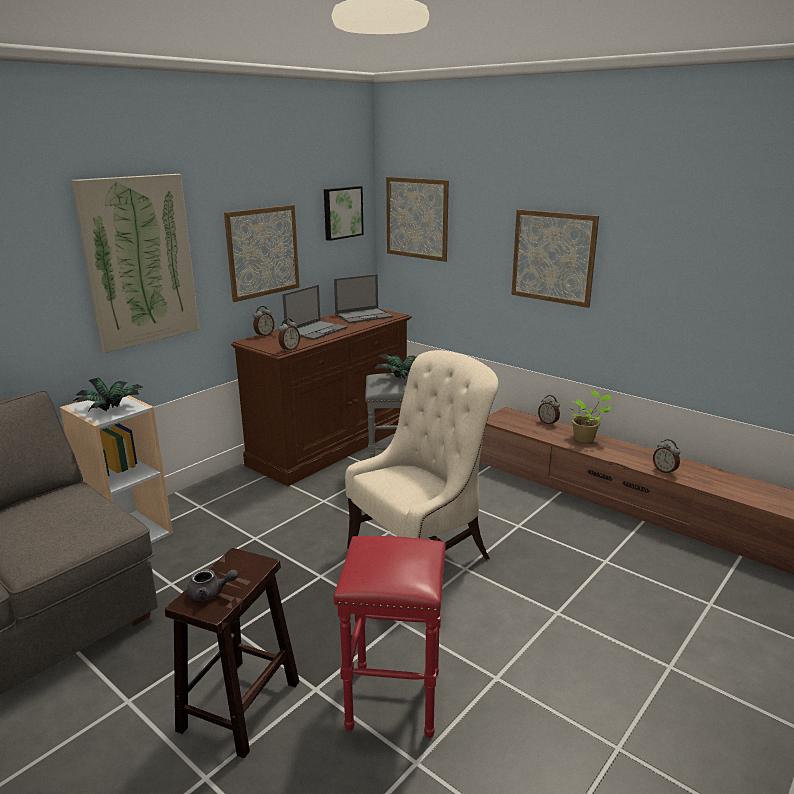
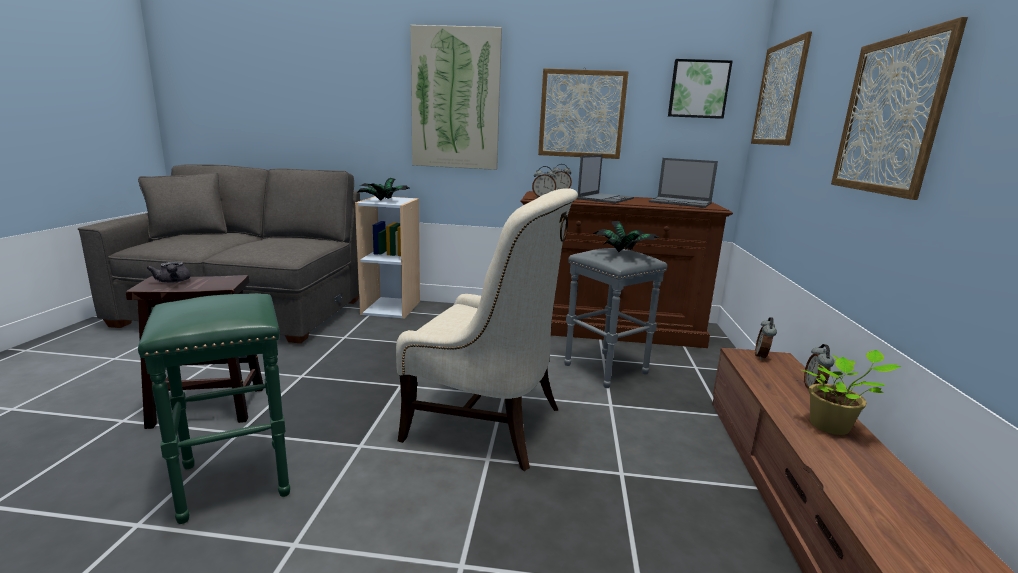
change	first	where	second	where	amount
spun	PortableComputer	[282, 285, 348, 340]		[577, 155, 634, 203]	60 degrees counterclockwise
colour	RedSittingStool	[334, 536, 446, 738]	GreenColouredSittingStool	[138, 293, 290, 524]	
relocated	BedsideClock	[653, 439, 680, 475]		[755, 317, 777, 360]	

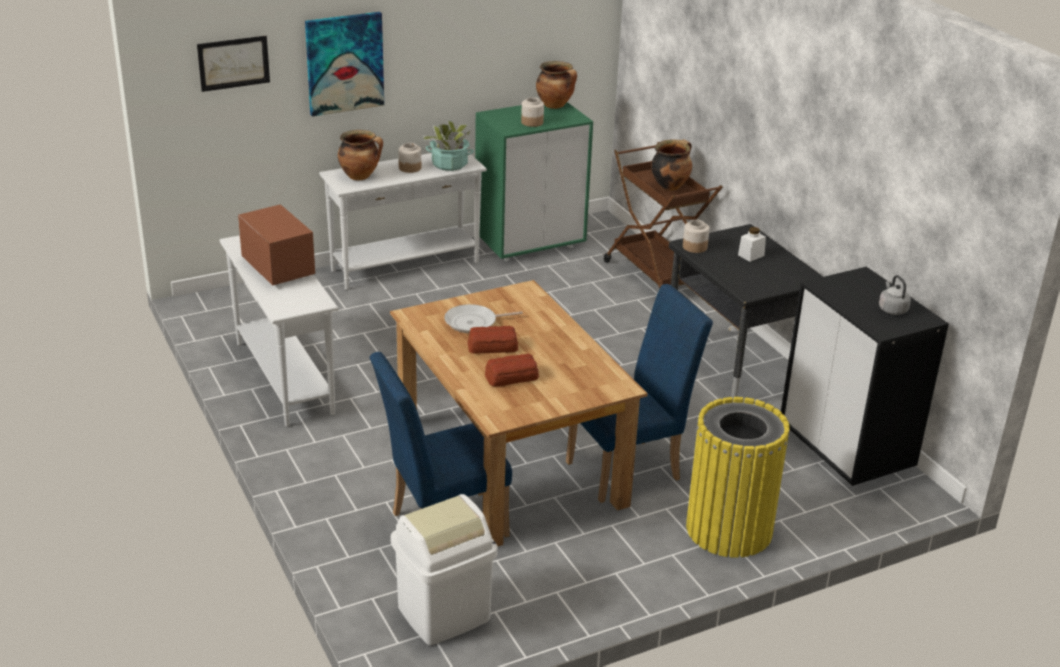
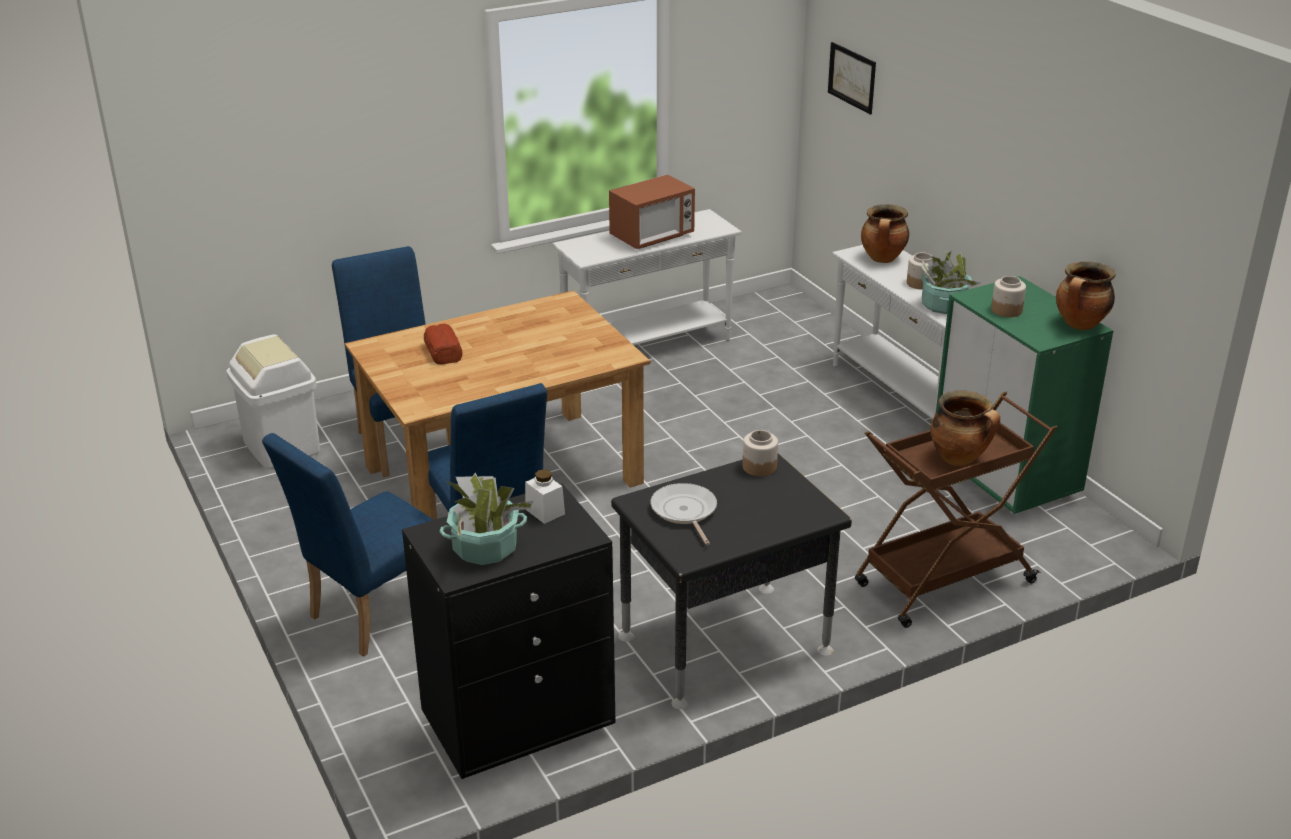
change	first	where	second	where	amount
missing	WallPicture	[305, 12, 384, 117]			
relocated	FryingPan	[444, 304, 523, 333]		[650, 483, 717, 545]	
missing	Bread	[468, 326, 518, 354]			
exchanged	YellowColouredTrashCan	[686, 397, 790, 558]	BlueColouredChair	[262, 433, 433, 657]	
relocated	WhiteStorageJar	[738, 227, 766, 262]		[525, 469, 565, 524]	
exchanged	GreyishWaterKettle	[879, 275, 911, 315]	PlantInAPot	[440, 473, 534, 565]	

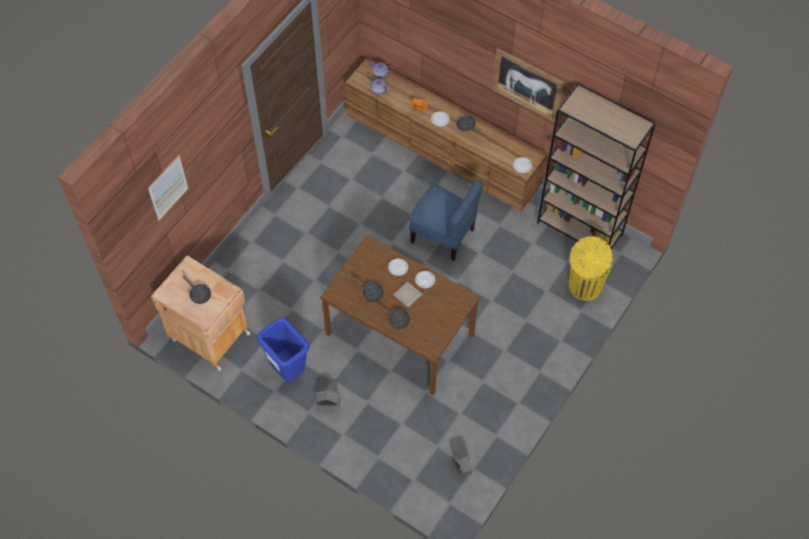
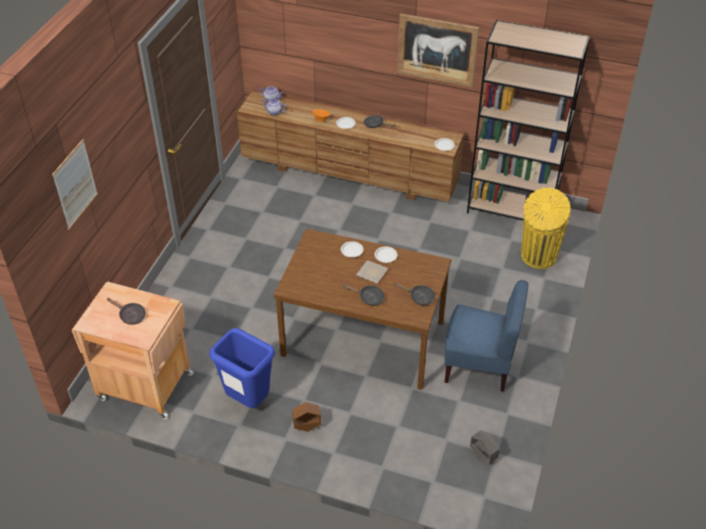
change	first	where	second	where	amount
colour	GreyishFlowerPot	[316, 390, 340, 410]	BrownishFlowerPot	[292, 402, 321, 432]	
relocated	BlackFryingPan	[352, 276, 384, 302]		[394, 282, 435, 306]	
relocated	BlueColouredChair	[409, 180, 483, 261]		[445, 280, 528, 392]	

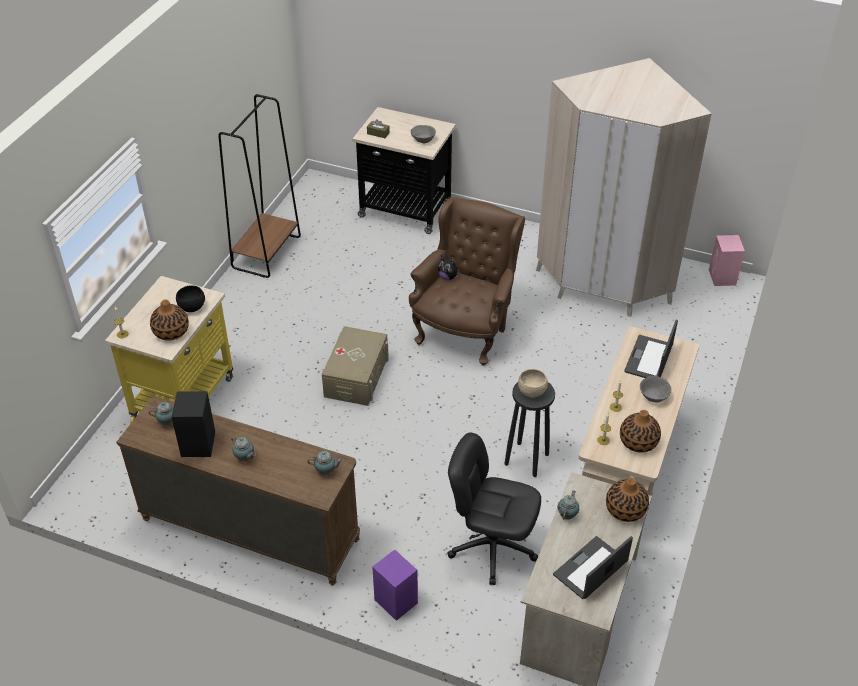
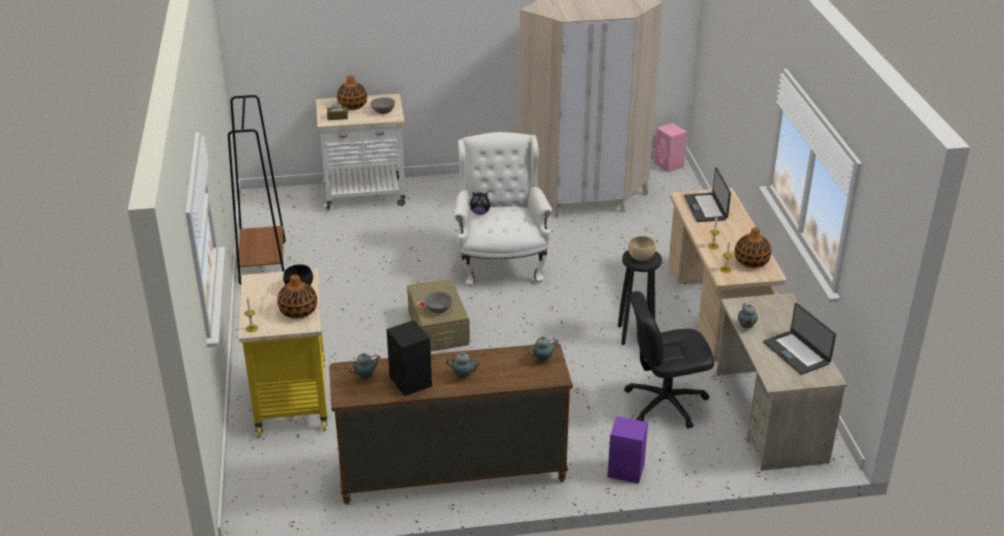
change	first	where	second	where	amount
colour	BlackWheeledCart	[353, 107, 456, 234]	WhiteWheeledCart	[316, 94, 405, 212]	
colour	BrownishEasyChair	[409, 198, 525, 366]	WhiteEasyChair	[454, 132, 552, 287]	
spun	PortableComputer	[553, 536, 633, 599]		[763, 303, 836, 375]	45 degrees counterclockwise
relocated	FlowerVase	[606, 478, 649, 522]		[337, 75, 367, 110]	
relocated	GreyishBowl	[640, 376, 672, 402]		[424, 292, 452, 313]	

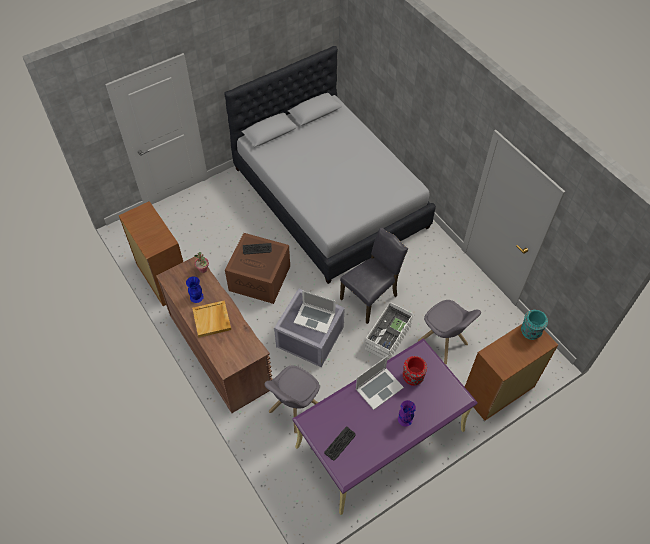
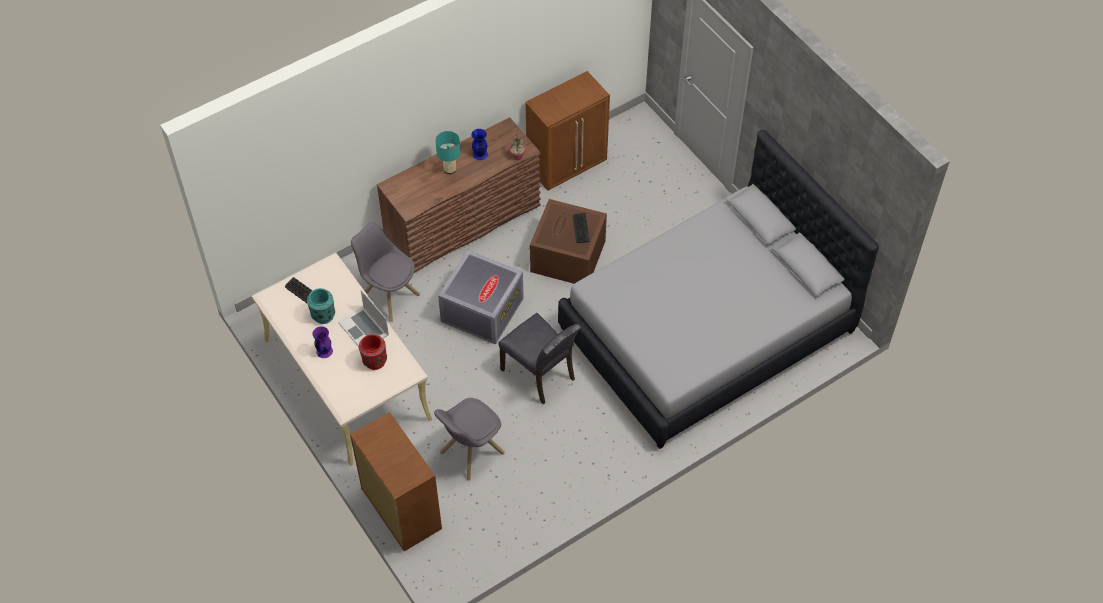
change	first	where	second	where	amount
exchanged	BeigeColouredServingTray	[192, 300, 231, 338]	BlueGreenTableLamp	[436, 131, 460, 174]	
colour	PurpleColouredDeskTable	[292, 339, 478, 515]	BeigeColouredDeskTable	[252, 253, 432, 466]	
missing	PortableComputer	[294, 290, 336, 334]			
missing	WhiteStorageBox	[365, 302, 413, 360]			
relocated	BlueGreenFlowerVase	[521, 310, 548, 340]		[307, 288, 335, 324]	

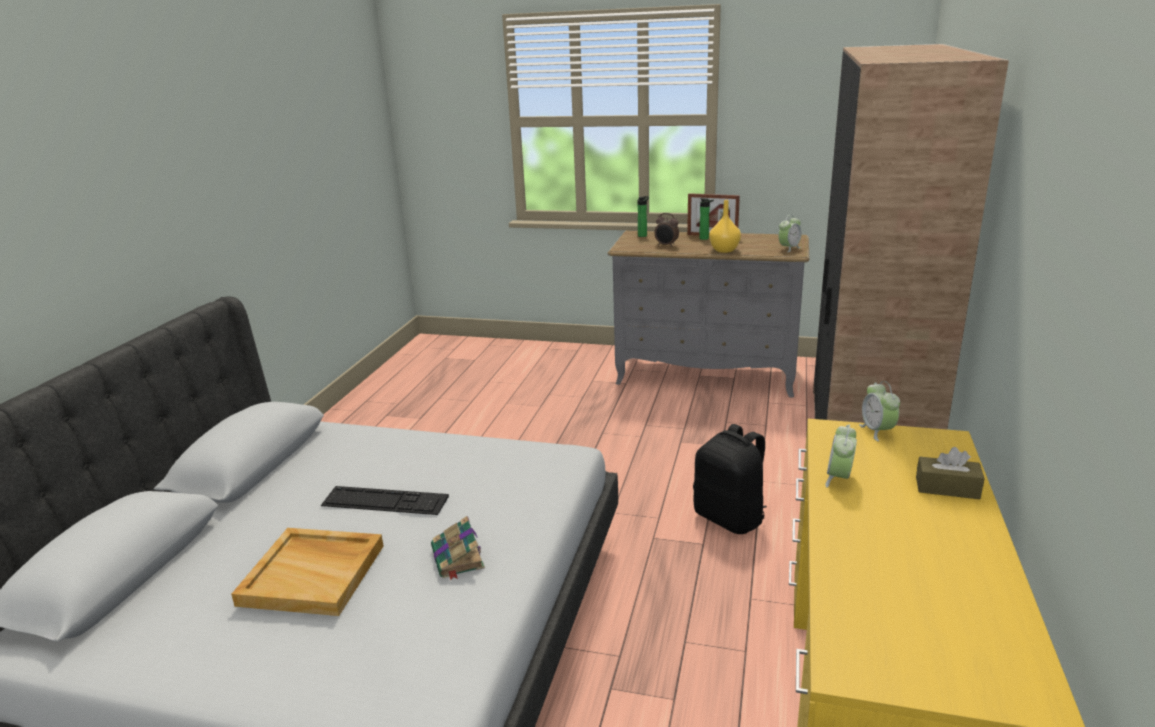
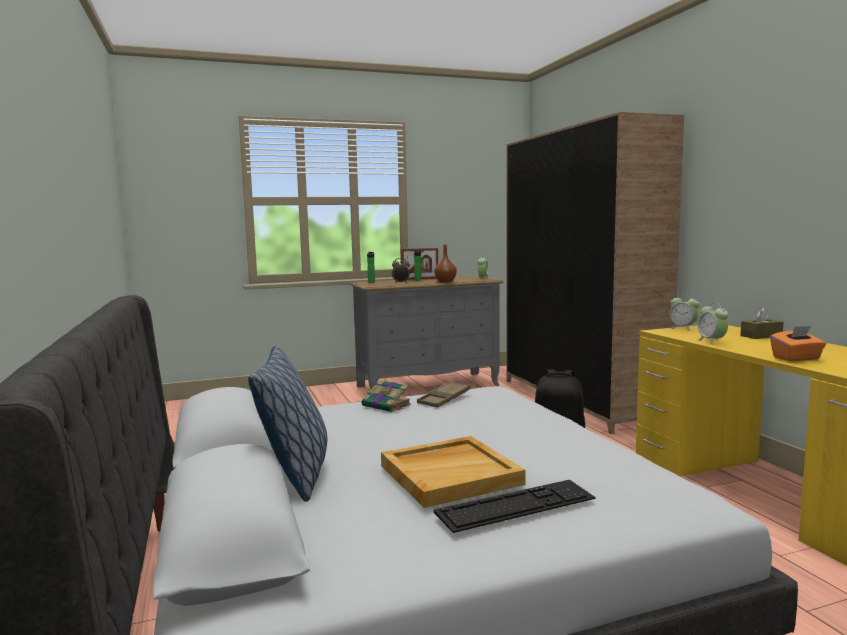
change	first	where	second	where	amount
relocated	PcKeyboard	[321, 486, 449, 515]		[434, 480, 596, 533]	
relocated	BoundBook	[431, 516, 485, 580]		[362, 380, 411, 412]	
colour	YellowColouredFlowerVase	[709, 200, 741, 253]	BrownishFlowerVase	[434, 245, 457, 282]	
appeared			Cushion	[248, 346, 327, 502]	
appeared			BrownishServingTray	[417, 381, 470, 408]	
appeared			OrangeyTissueBox	[770, 326, 826, 362]	

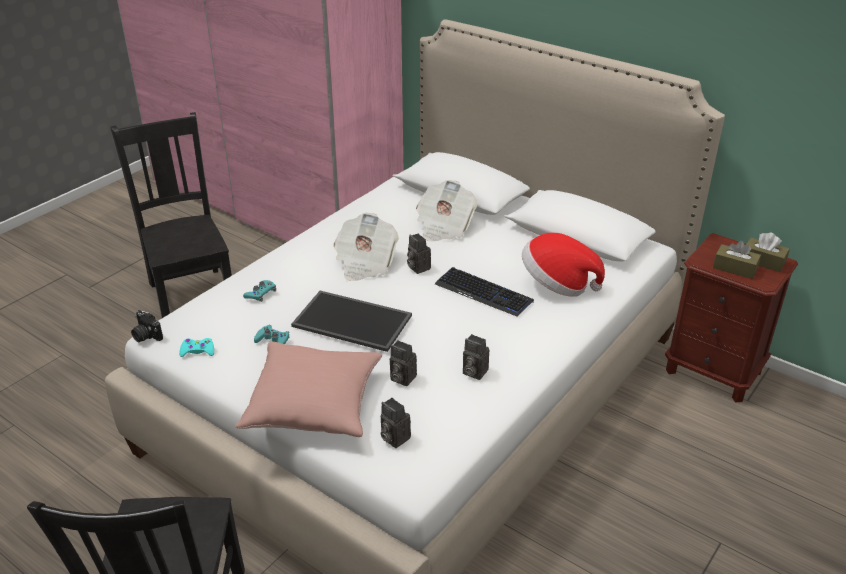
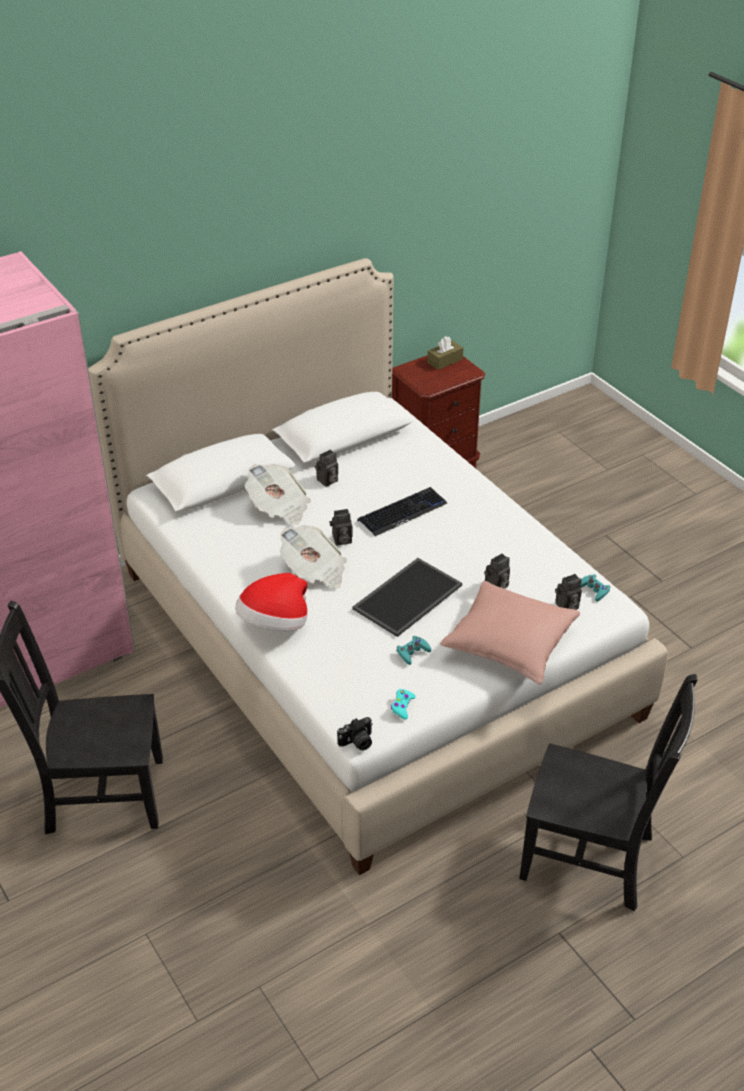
change	first	where	second	where	amount
relocated	BlueGreenGameController	[243, 280, 276, 302]		[581, 574, 610, 602]	
relocated	StillCamera	[463, 334, 489, 380]		[315, 450, 338, 487]	
relocated	Hat	[522, 233, 605, 296]		[235, 573, 308, 631]	
missing	BrownishTissueBox	[713, 241, 761, 279]			

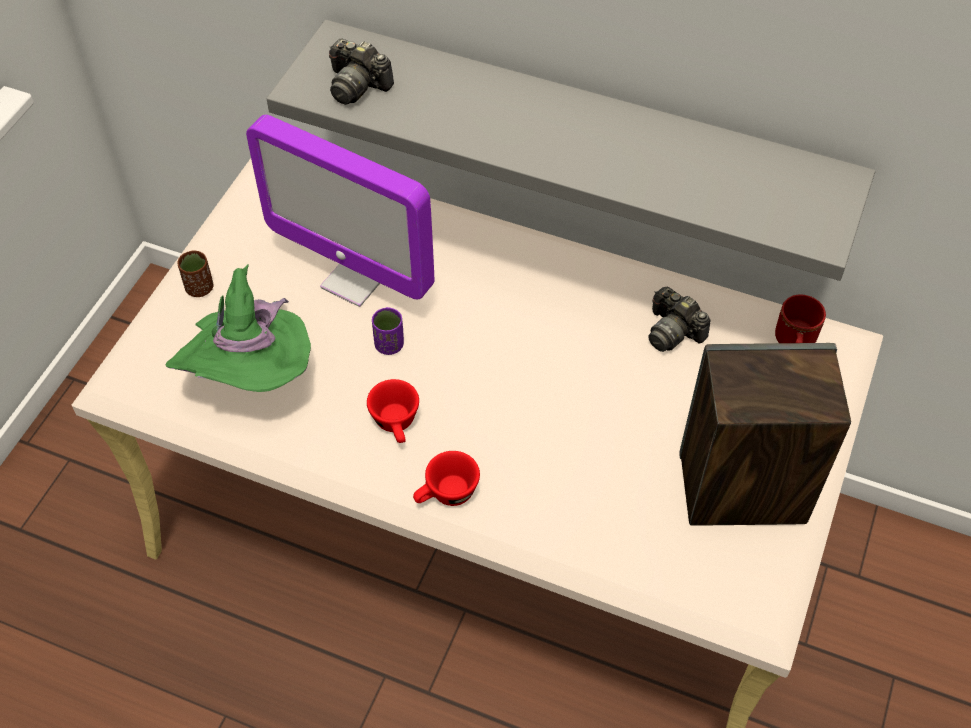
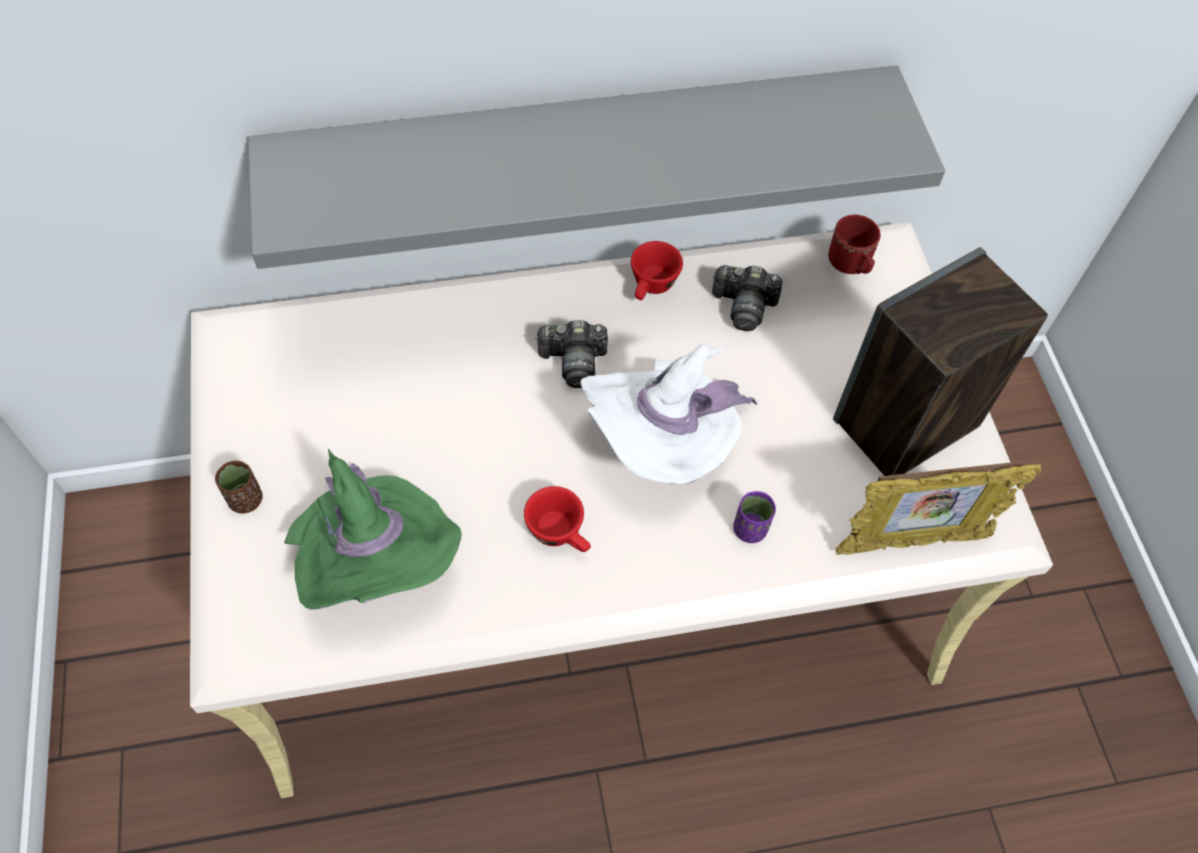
change	first	where	second	where	amount
missing	ComputerScreen	[246, 115, 434, 307]			
relocated	StillCamera	[329, 38, 394, 105]		[535, 320, 608, 388]	
relocated	PurpleColouredCup	[372, 307, 404, 355]		[733, 491, 776, 543]	
relocated	RedCup	[413, 451, 480, 506]		[631, 241, 683, 300]	
appeared			WhiteHat	[581, 344, 757, 484]	
appeared			PhotoFrame	[836, 461, 1041, 555]	

